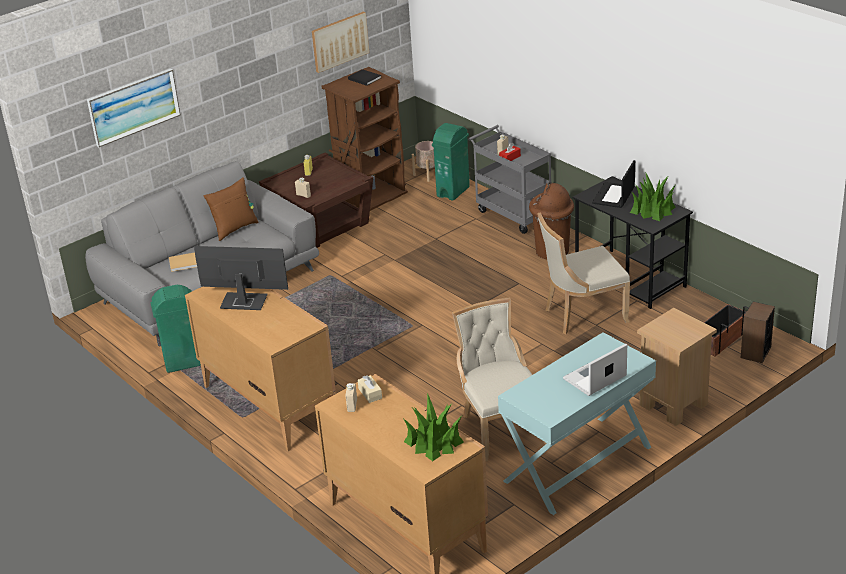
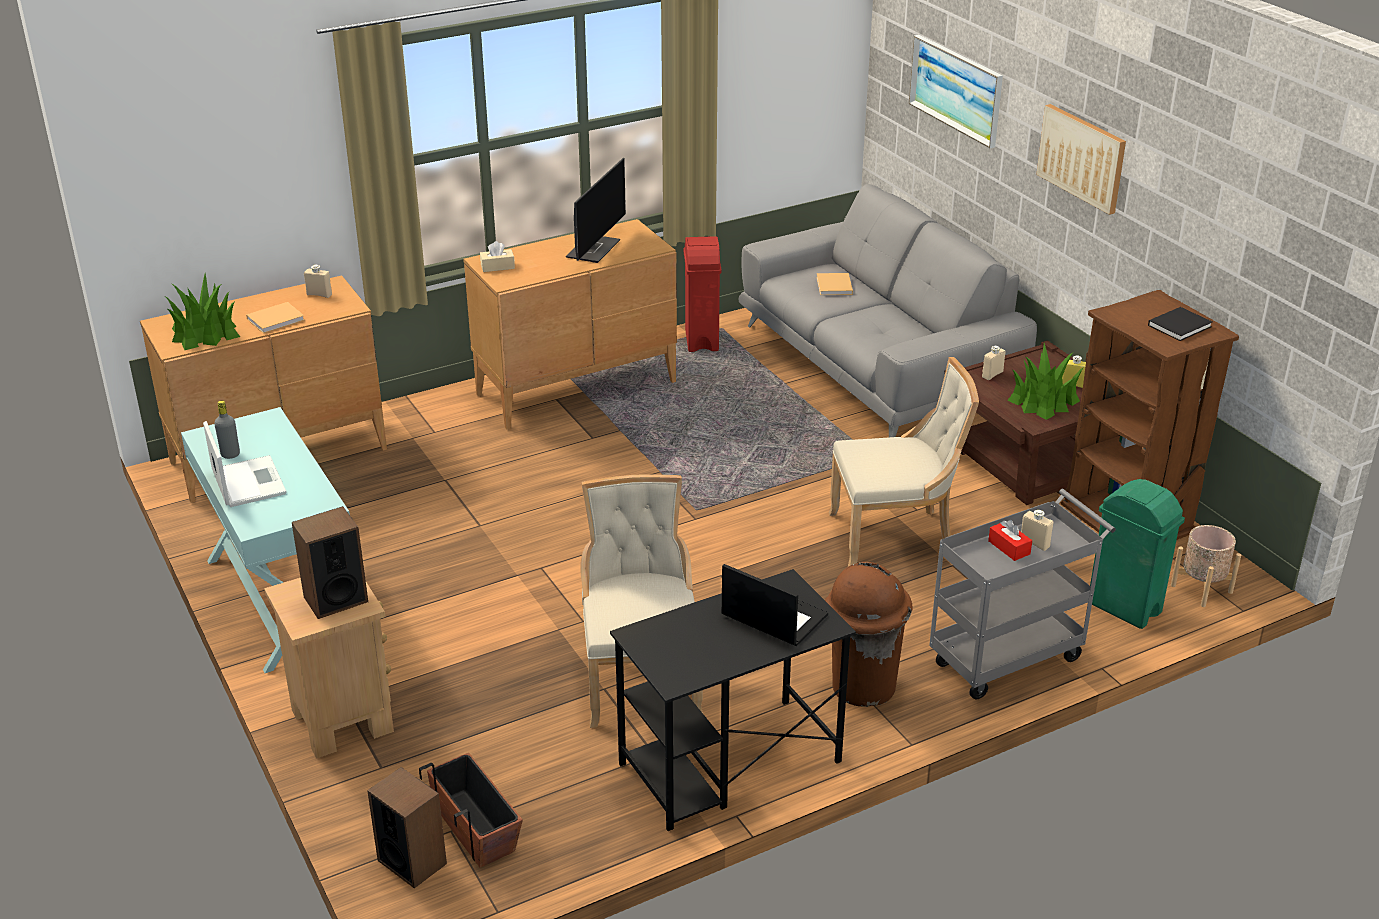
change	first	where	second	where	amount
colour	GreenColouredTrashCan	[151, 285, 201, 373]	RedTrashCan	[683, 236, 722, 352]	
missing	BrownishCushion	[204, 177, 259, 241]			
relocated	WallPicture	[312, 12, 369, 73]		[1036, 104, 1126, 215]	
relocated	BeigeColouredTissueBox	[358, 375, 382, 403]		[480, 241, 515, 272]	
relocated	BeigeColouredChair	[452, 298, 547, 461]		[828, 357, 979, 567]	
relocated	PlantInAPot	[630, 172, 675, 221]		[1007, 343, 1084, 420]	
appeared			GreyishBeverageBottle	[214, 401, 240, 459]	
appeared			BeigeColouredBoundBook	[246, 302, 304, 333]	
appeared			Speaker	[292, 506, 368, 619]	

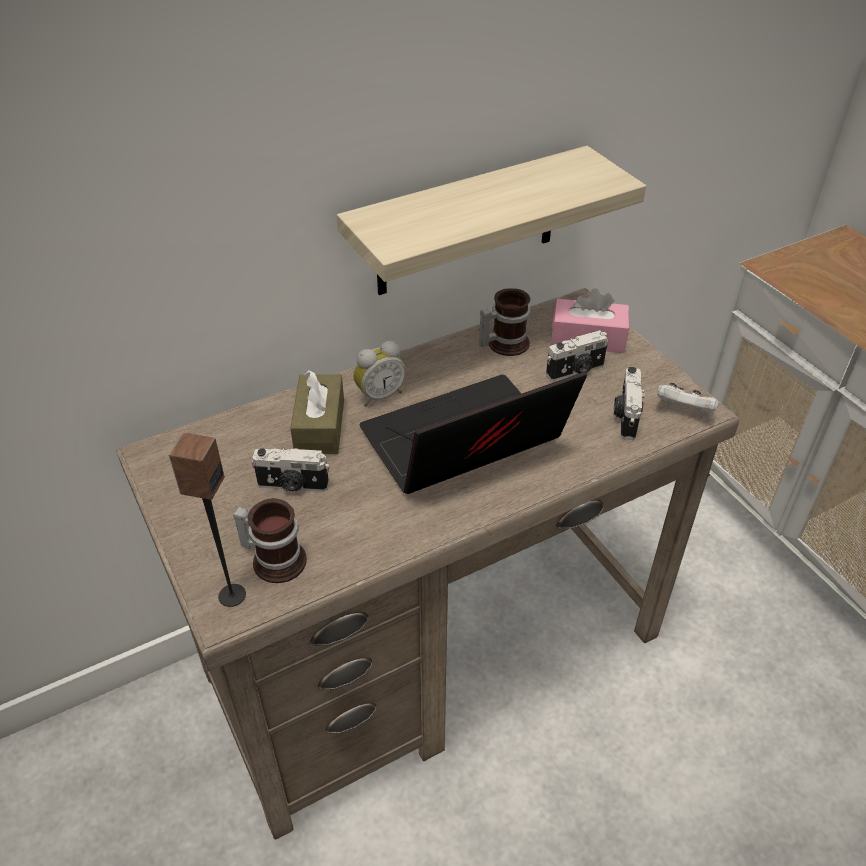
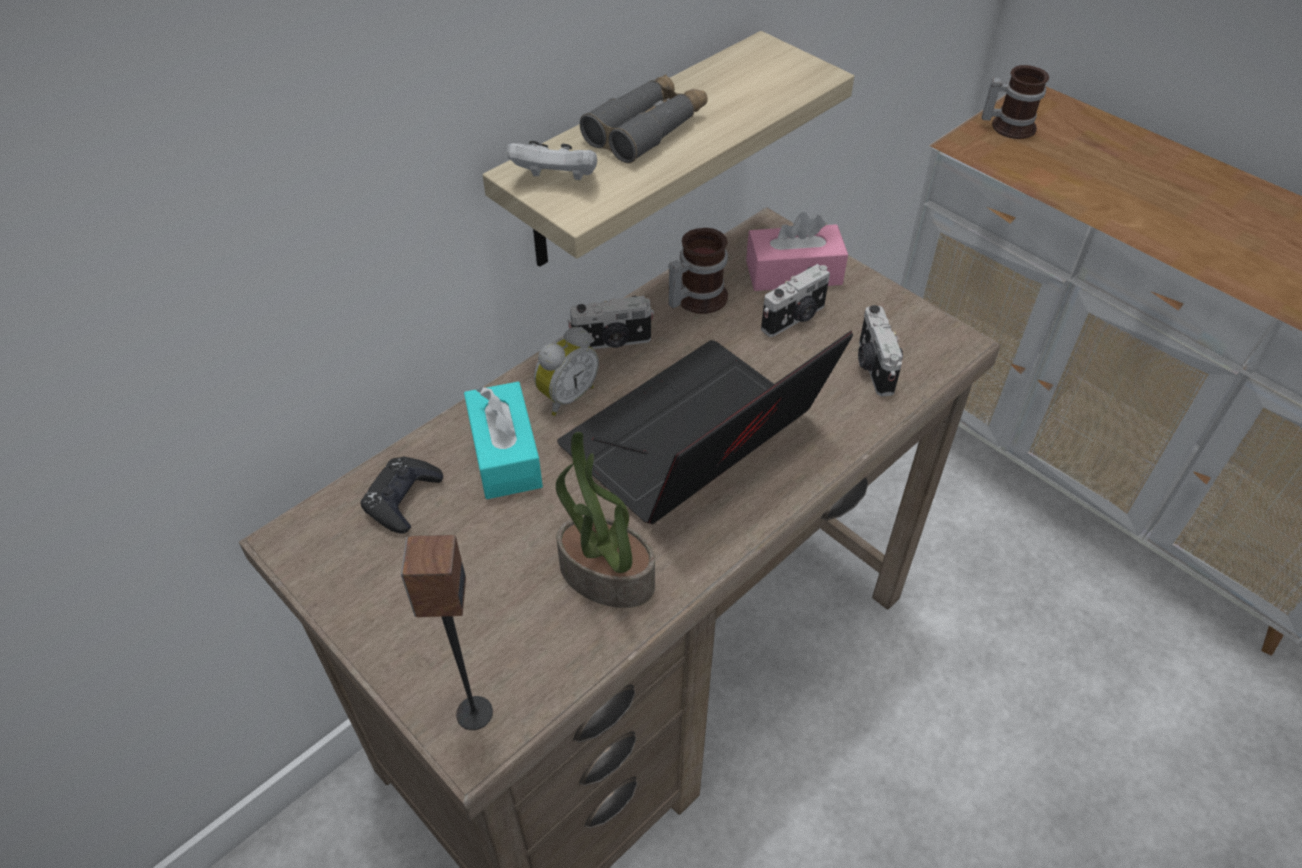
change	first	where	second	where	amount
relocated	TeaMug	[233, 498, 307, 583]		[982, 65, 1049, 139]	
relocated	StillCamera	[252, 448, 329, 492]		[568, 296, 654, 349]	
colour	BrownishTissueBox	[290, 370, 344, 454]	BlueGreenTissueBox	[464, 382, 543, 499]	
relocated	WhiteGameController	[657, 383, 719, 415]		[507, 141, 597, 181]	
appeared			BlackGameController	[361, 456, 443, 533]	
appeared			PlantInAPot	[556, 432, 655, 608]	
appeared			GreyishFieldGlasses	[580, 74, 708, 163]	

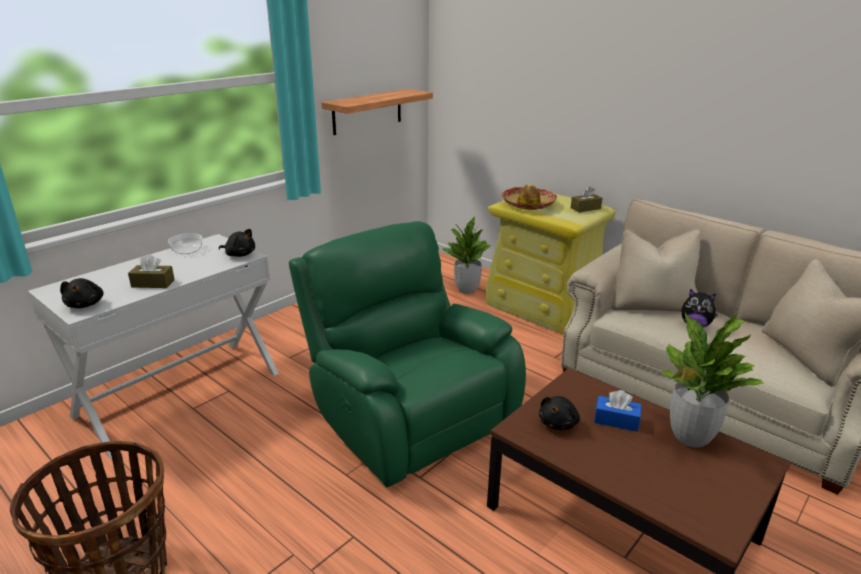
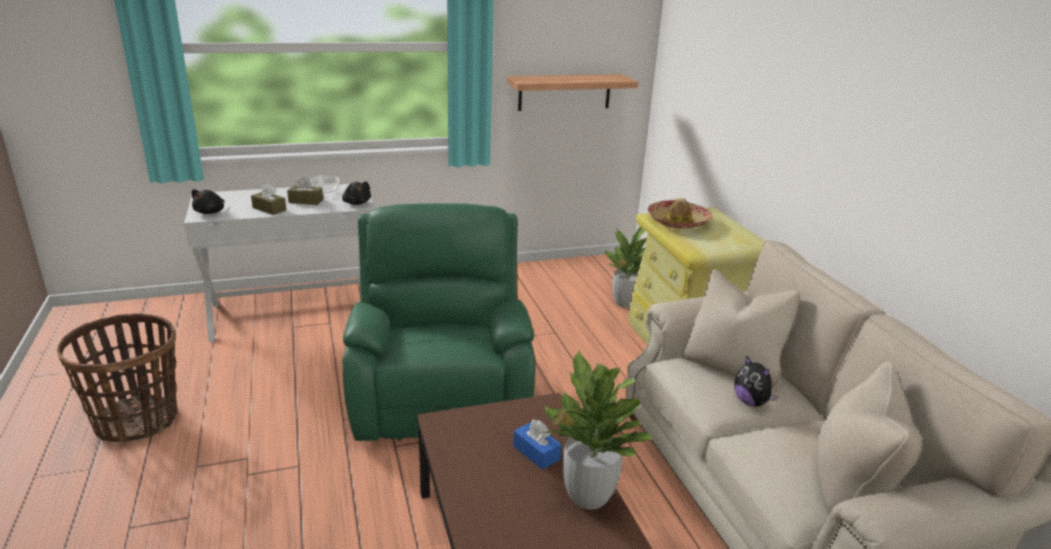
change	first	where	second	where	amount
missing	BlackPlushToy	[539, 396, 580, 430]			
relocated	BrownishTissueBox	[571, 186, 602, 212]		[287, 177, 323, 205]	

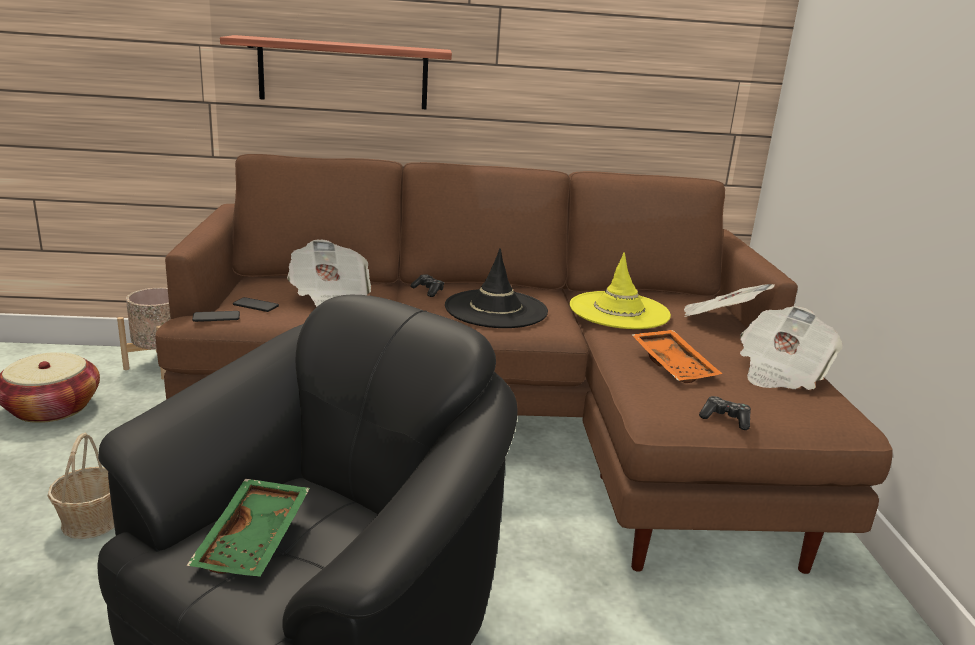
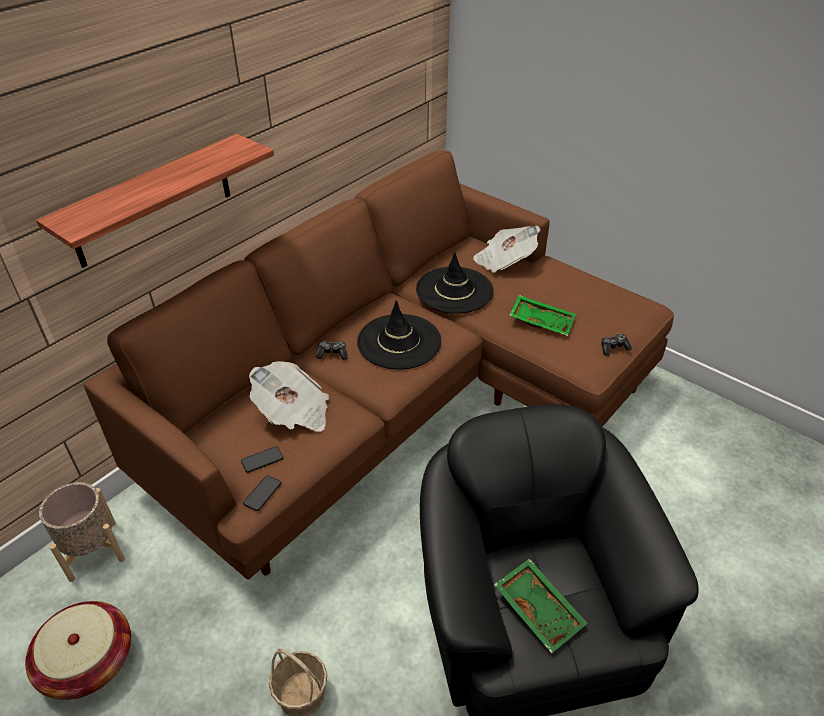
change	first	where	second	where	amount
colour	YellowColouredHat	[570, 252, 671, 329]	BlackHat	[416, 252, 494, 314]	
colour	OrangeyServingTray	[632, 330, 722, 383]	GreenColouredServingTray	[510, 295, 576, 336]	
missing	DailyPaper	[740, 306, 843, 390]			

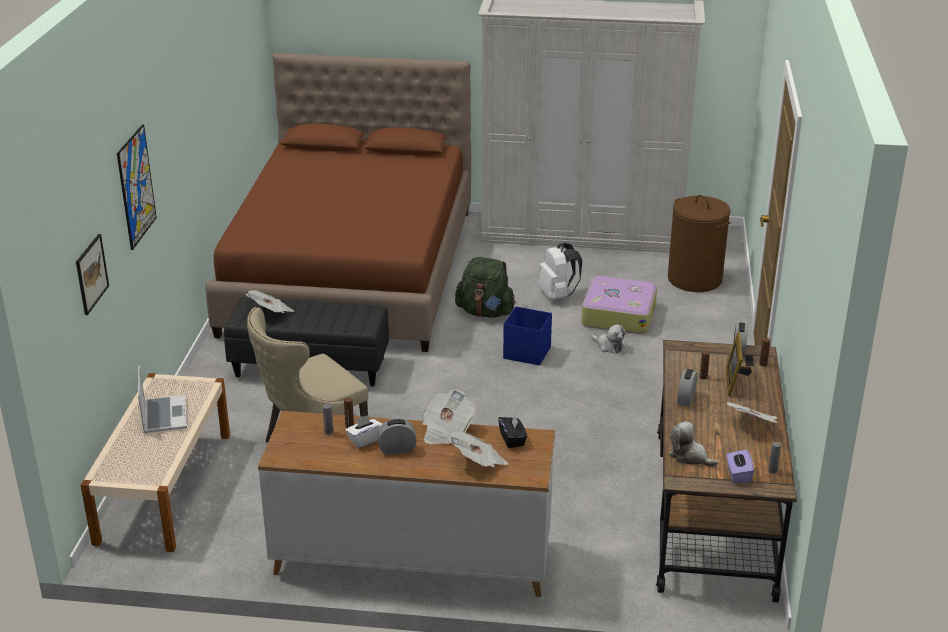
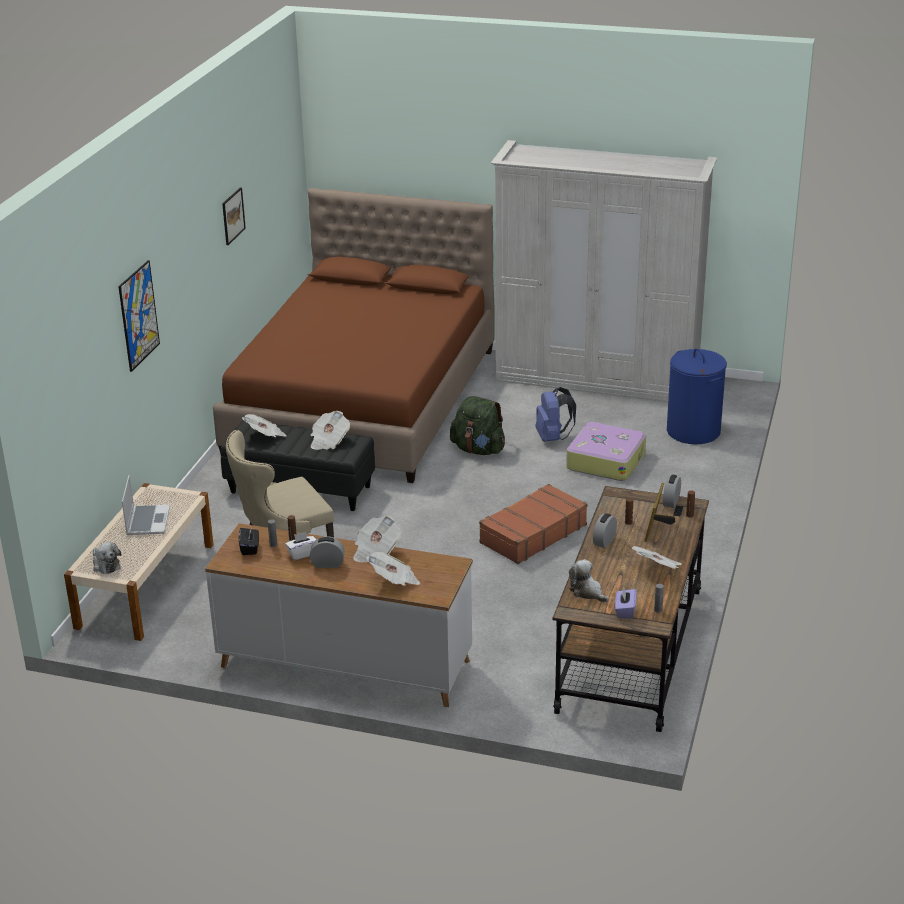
change	first	where	second	where	amount
relocated	WallPicture	[76, 234, 109, 315]		[222, 187, 246, 245]	
relocated	BlackTissueBox	[498, 415, 527, 448]		[239, 528, 259, 555]	
missing	BlueColouredStorageBox	[503, 307, 552, 366]			
colour	WhiteRucksack	[538, 242, 582, 300]	BlueColouredRucksack	[535, 387, 576, 442]	
relocated	PlushToy	[591, 324, 626, 354]		[93, 542, 121, 574]	
colour	BrownishHamper	[668, 195, 731, 292]	BlueColouredHamper	[667, 349, 727, 444]	
appeared			DailyPaper	[311, 411, 350, 450]	
appeared			BrownishTravelCase	[479, 484, 587, 564]	

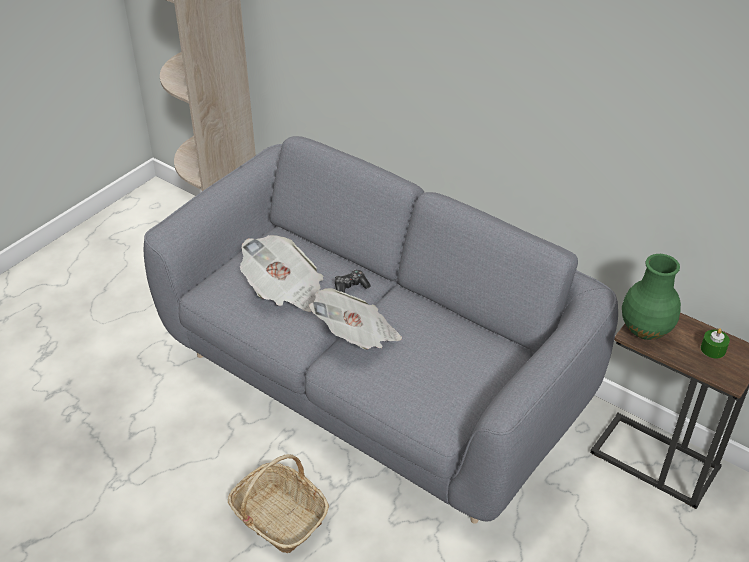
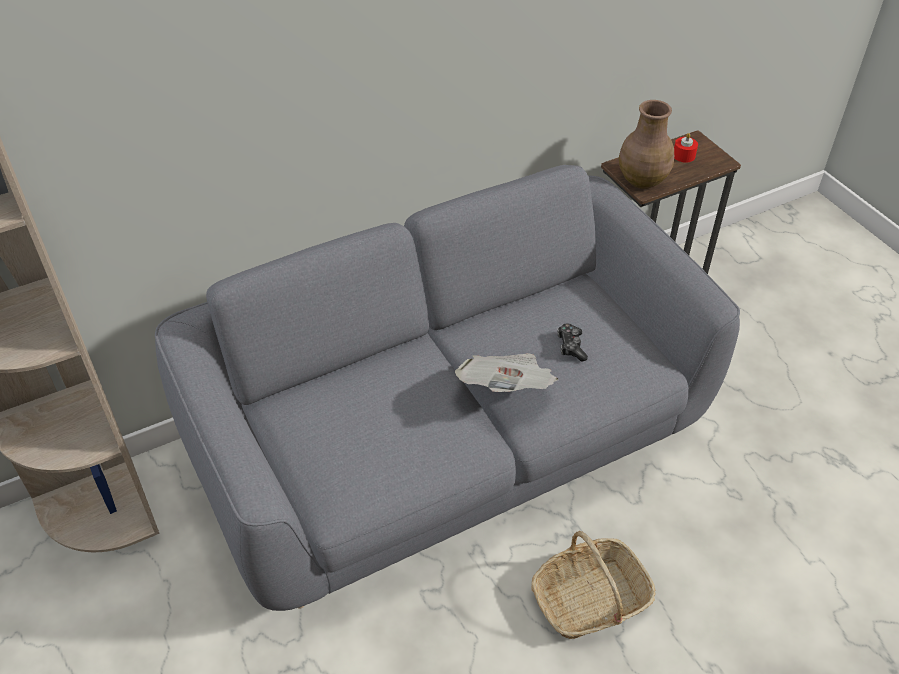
change	first	where	second	where	amount
missing	DailyPaper	[240, 235, 323, 312]			
relocated	GameController	[335, 270, 370, 293]		[557, 323, 588, 361]	
colour	GreenColouredFlowerVase	[622, 254, 681, 340]	BrownishFlowerVase	[619, 100, 674, 189]	
colour	GreenColouredWaxLight	[701, 328, 730, 358]	RedWaxLight	[674, 133, 698, 162]	

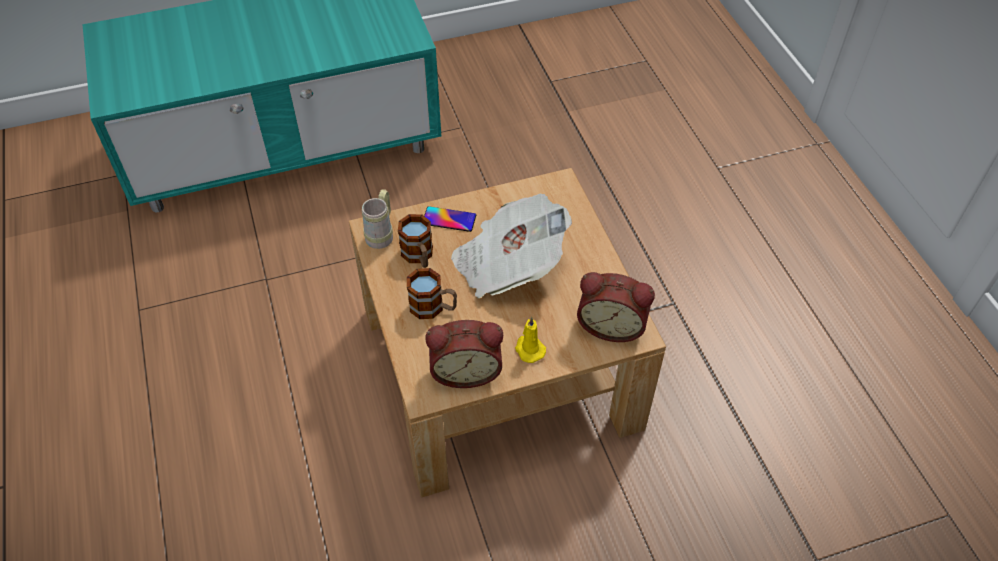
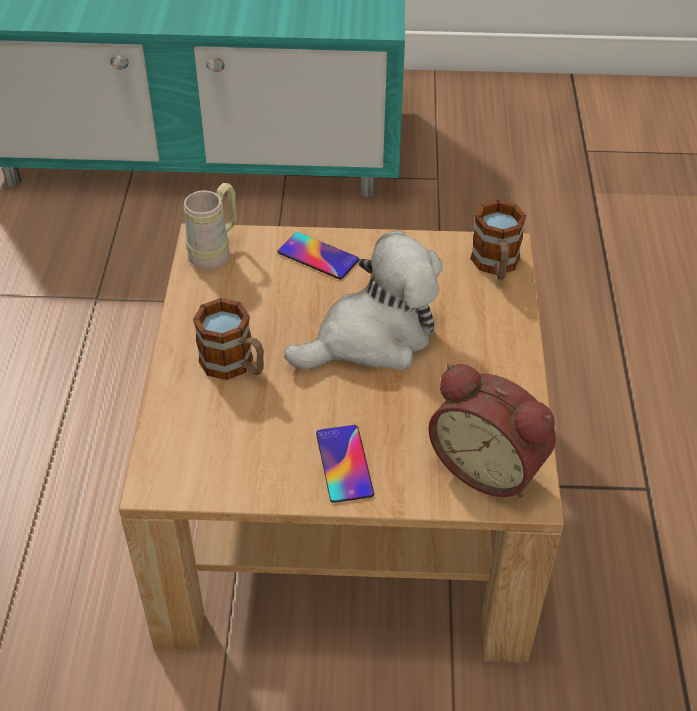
change	first	where	second	where	amount
relocated	TeaMug	[398, 214, 433, 268]		[470, 200, 526, 280]	
missing	BedsideClock	[425, 320, 503, 388]			
exchanged	DailyPaper	[451, 194, 572, 298]	PlushToy	[284, 231, 443, 370]	
exchanged	YellowColouredWaxLight	[515, 317, 546, 363]	Phone	[316, 425, 374, 503]	

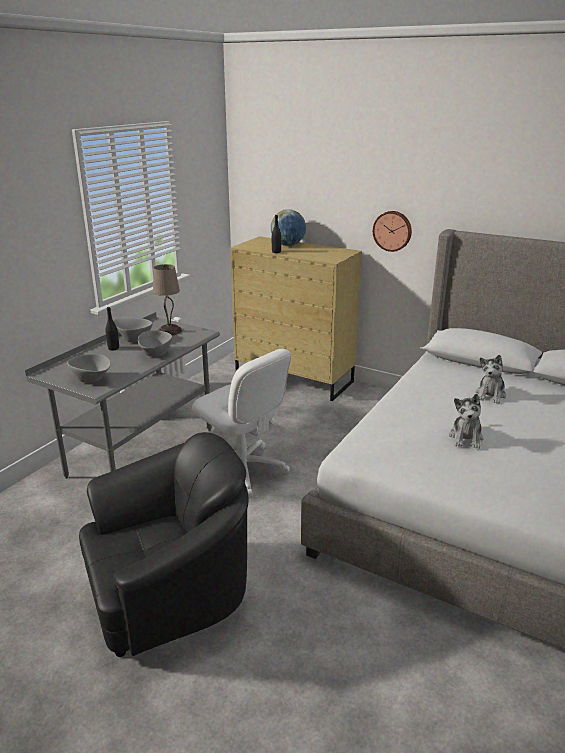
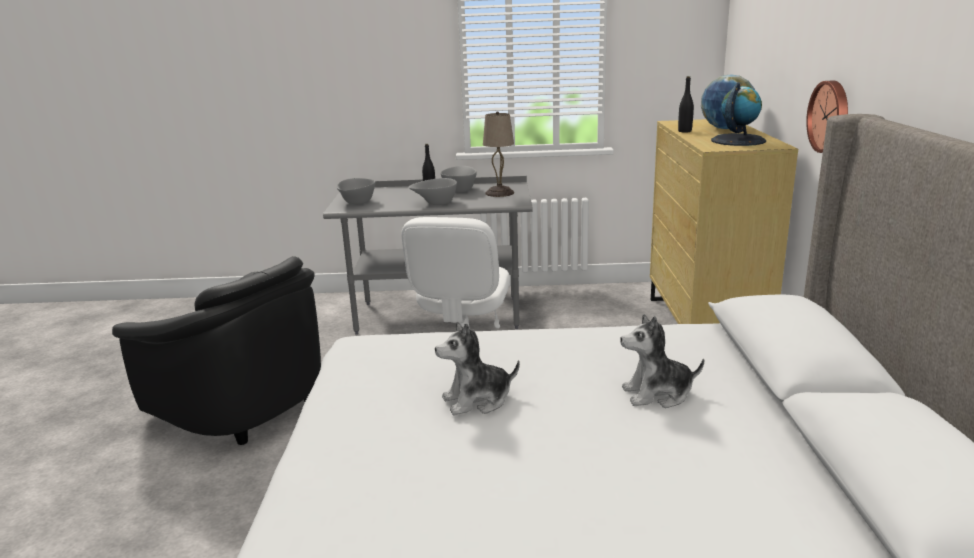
change	first	where	second	where	amount
appeared			WorldGlobe	[711, 82, 766, 146]	

